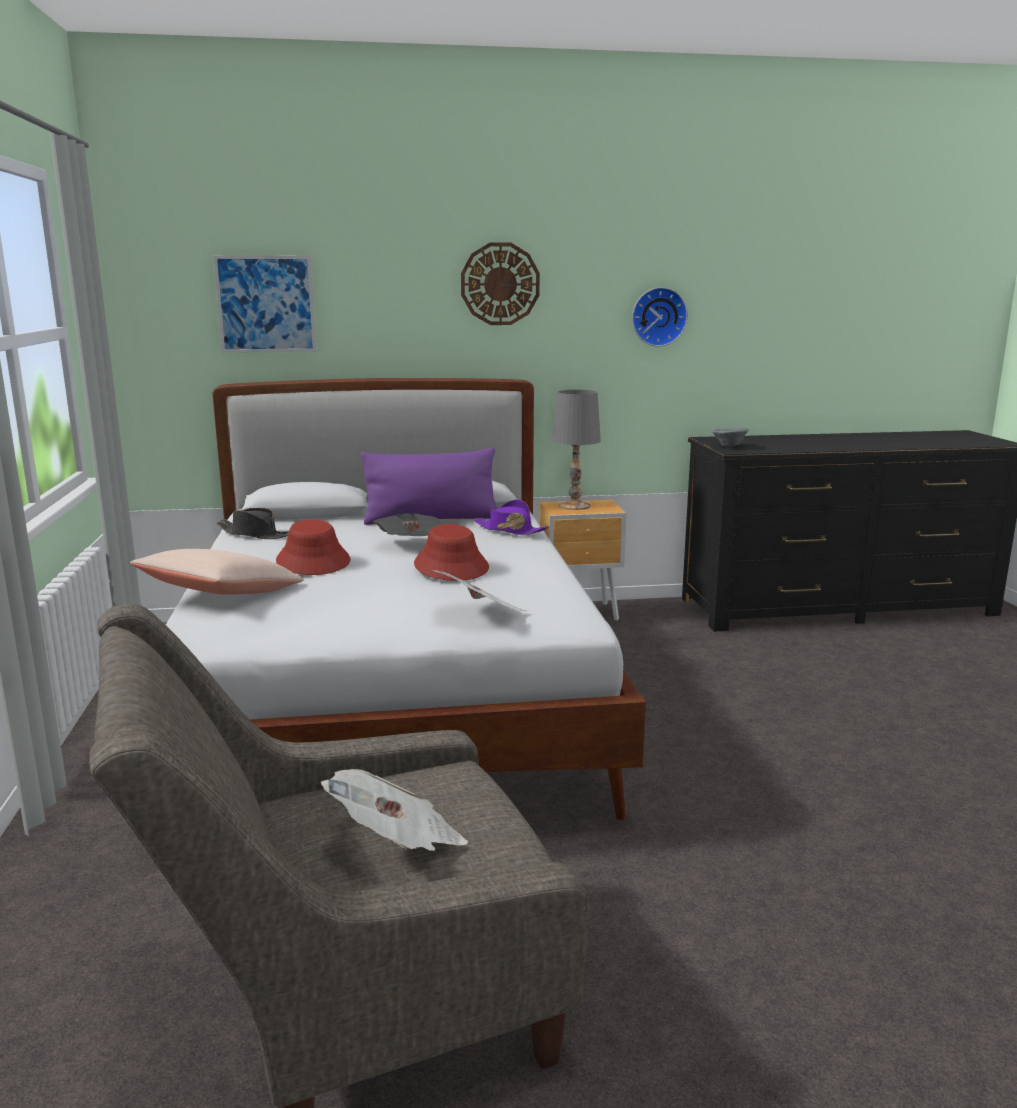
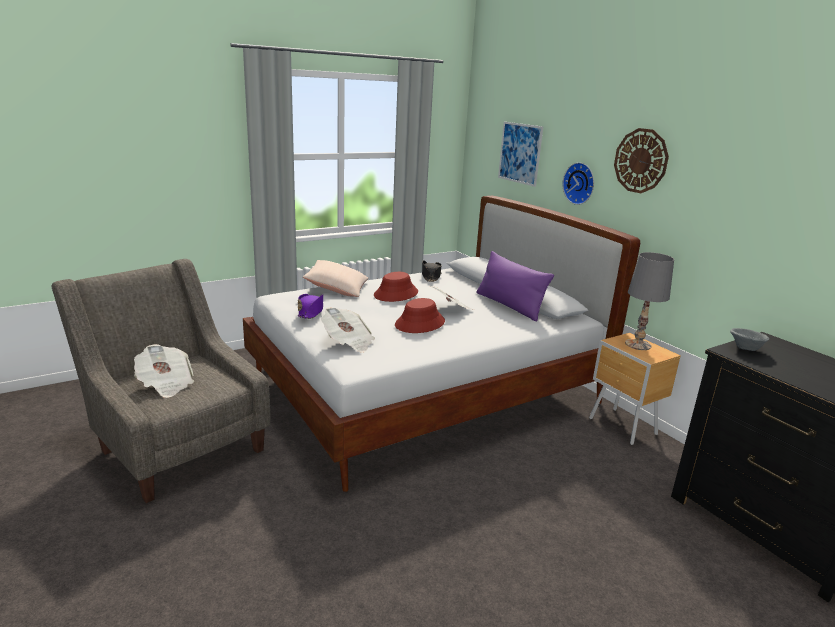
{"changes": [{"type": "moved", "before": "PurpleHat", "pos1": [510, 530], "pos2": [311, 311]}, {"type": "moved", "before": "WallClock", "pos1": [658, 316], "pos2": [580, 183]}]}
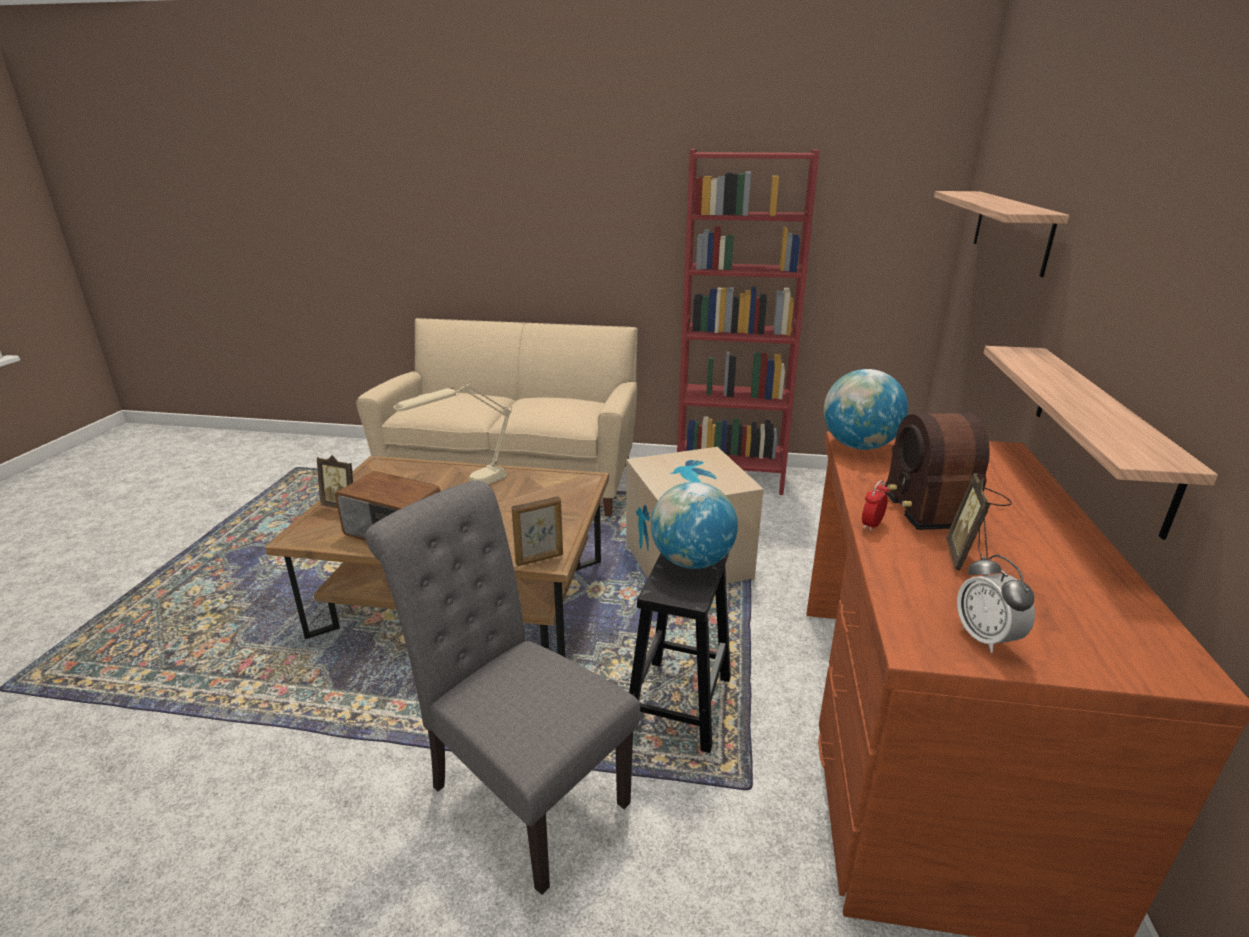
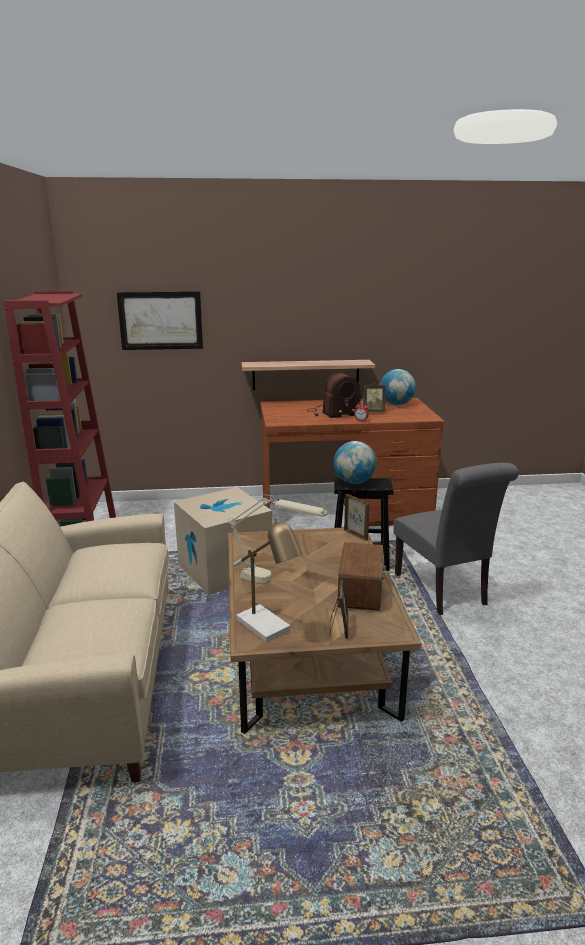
{"changes": [{"type": "turned", "before": "GreyChair", "pos1": [519, 789], "pos2": [443, 592], "turn": -45}, {"type": "moved", "before": "Globe", "pos1": [859, 446], "pos2": [396, 404]}, {"type": "replaced", "before": "Shelf", "after": "Picture", "pos1": [1011, 230], "pos2": [161, 320]}, {"type": "removed", "before": "AlarmClock", "pos1": [985, 638]}, {"type": "added", "after": "TableLamp", "pos2": [268, 628]}]}
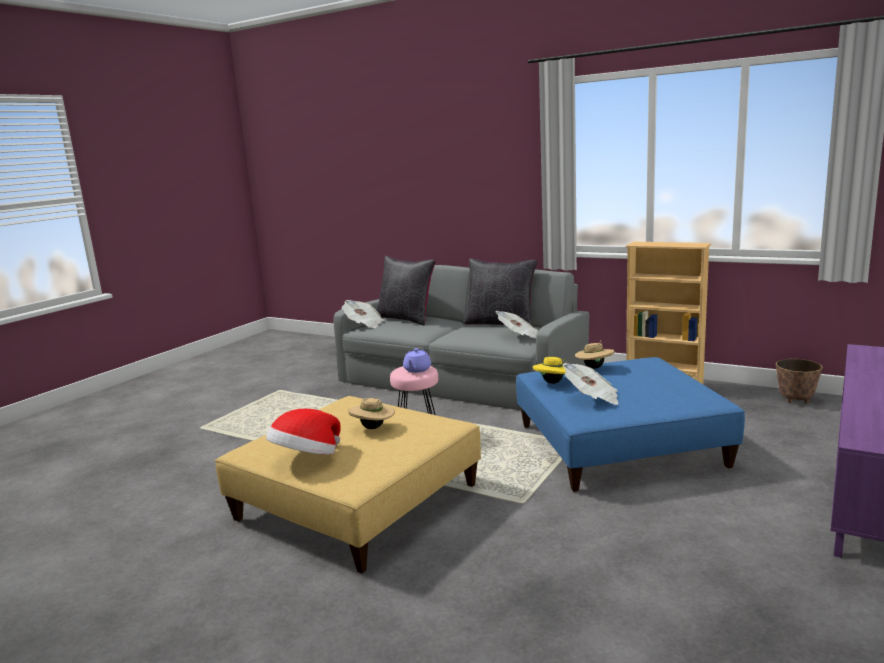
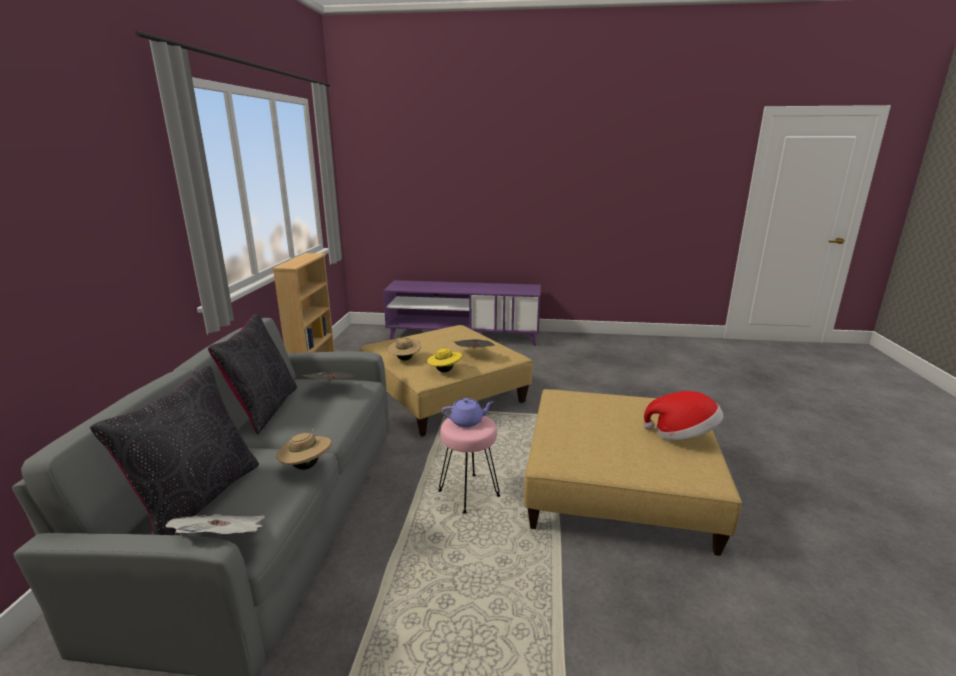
{"changes": [{"type": "moved", "before": "BeigeHat", "pos1": [373, 428], "pos2": [306, 466]}, {"type": "recoloured", "before": "BlueOttoman", "after": "BeigeOttoman", "pos1": [618, 445], "pos2": [444, 394]}, {"type": "removed", "before": "Planter", "pos1": [795, 401]}]}
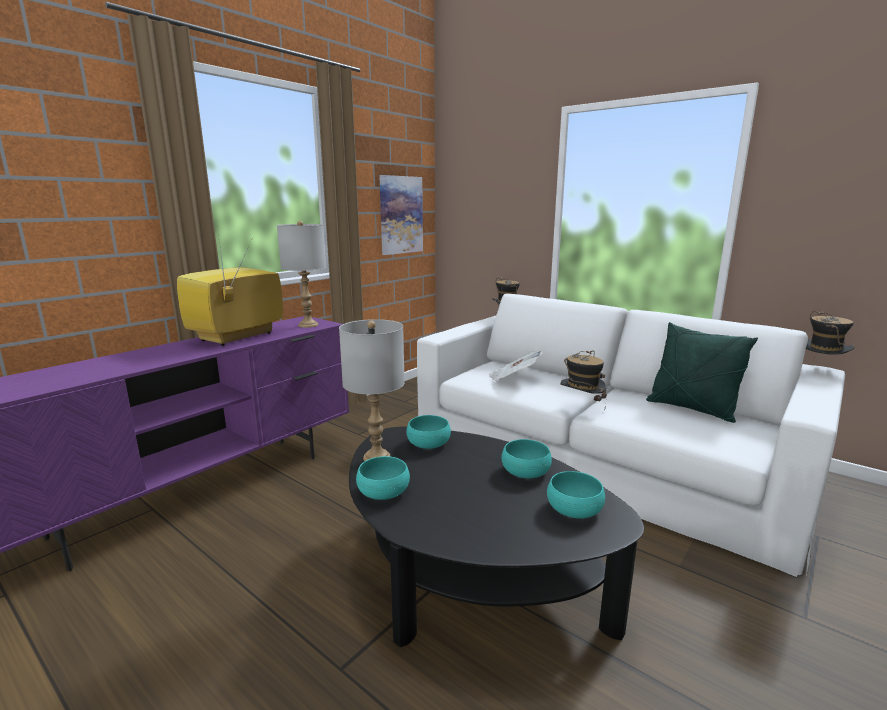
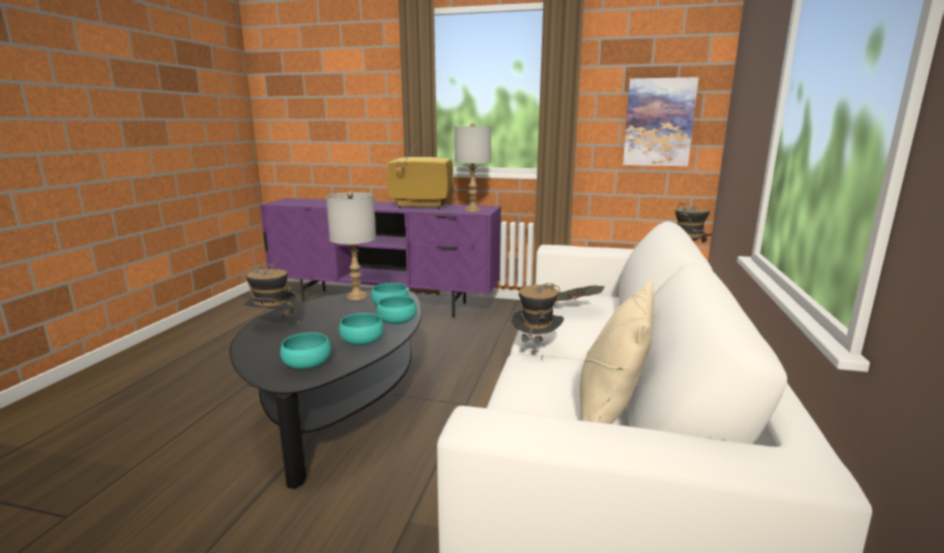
{"changes": [{"type": "moved", "before": "TurquoiseBowl", "pos1": [383, 491], "pos2": [397, 320]}, {"type": "recoloured", "before": "GreenPillow", "after": "BeigePillow", "pos1": [691, 409], "pos2": [610, 411]}, {"type": "moved", "before": "Hat", "pos1": [820, 370], "pos2": [273, 325]}]}
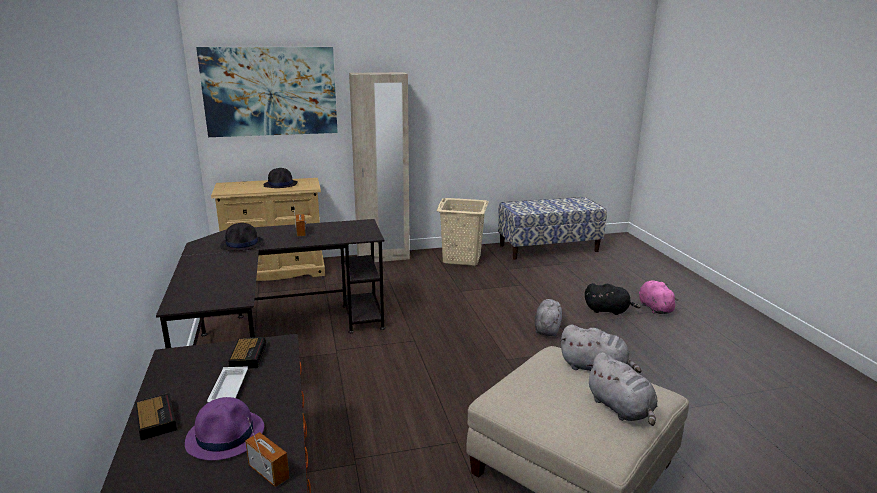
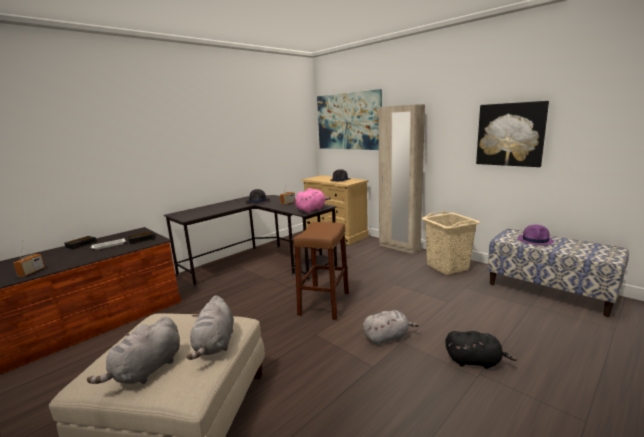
{"changes": [{"type": "moved", "before": "PurpleHat", "pos1": [226, 435], "pos2": [535, 240]}, {"type": "turned", "before": "BlackPlushToy", "pos1": [608, 310], "pos2": [475, 361], "turn": -60}, {"type": "moved", "before": "PinkPlushToy", "pos1": [654, 308], "pos2": [311, 210]}, {"type": "added", "after": "BrownStool", "pos2": [324, 303]}, {"type": "added", "after": "Picture", "pos2": [510, 134]}]}
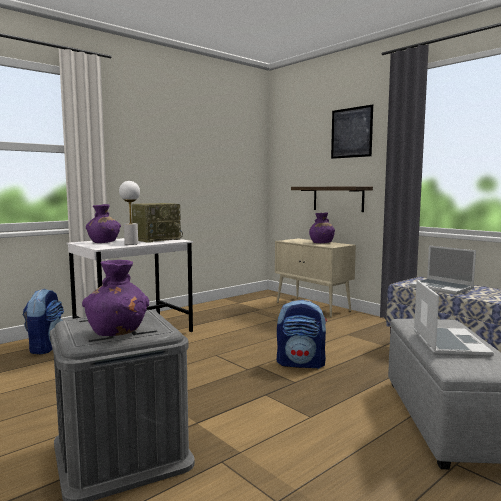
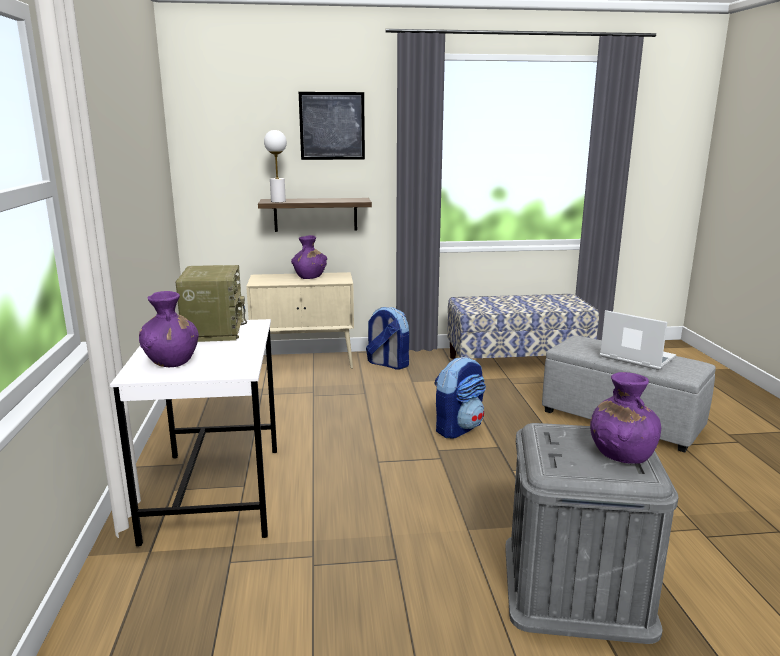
{"changes": [{"type": "moved", "before": "Backpack", "pos1": [45, 347], "pos2": [387, 364]}, {"type": "moved", "before": "WhiteTableLamp", "pos1": [131, 244], "pos2": [278, 201]}, {"type": "removed", "before": "Laptop", "pos1": [442, 288]}]}
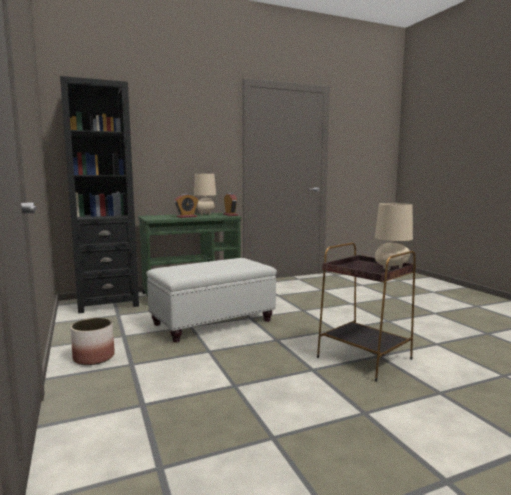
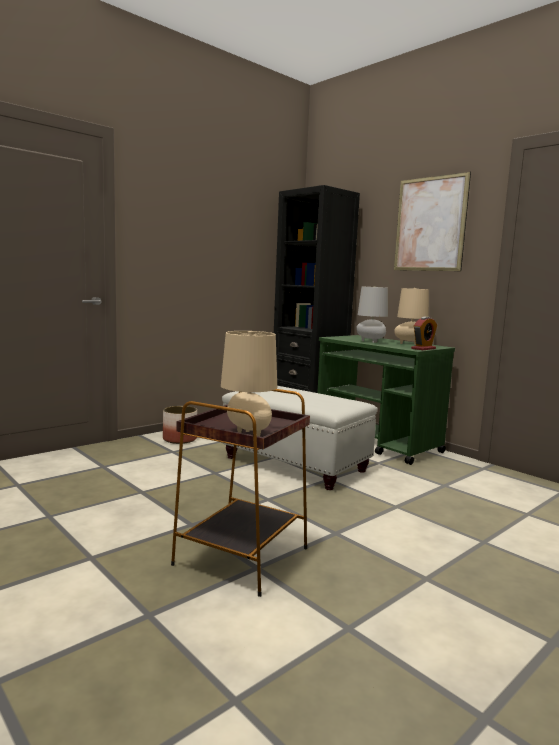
{"changes": [{"type": "replaced", "before": "AlarmClock", "after": "GreyTableLamp", "pos1": [187, 217], "pos2": [370, 342]}, {"type": "added", "after": "Picture", "pos2": [430, 224]}]}
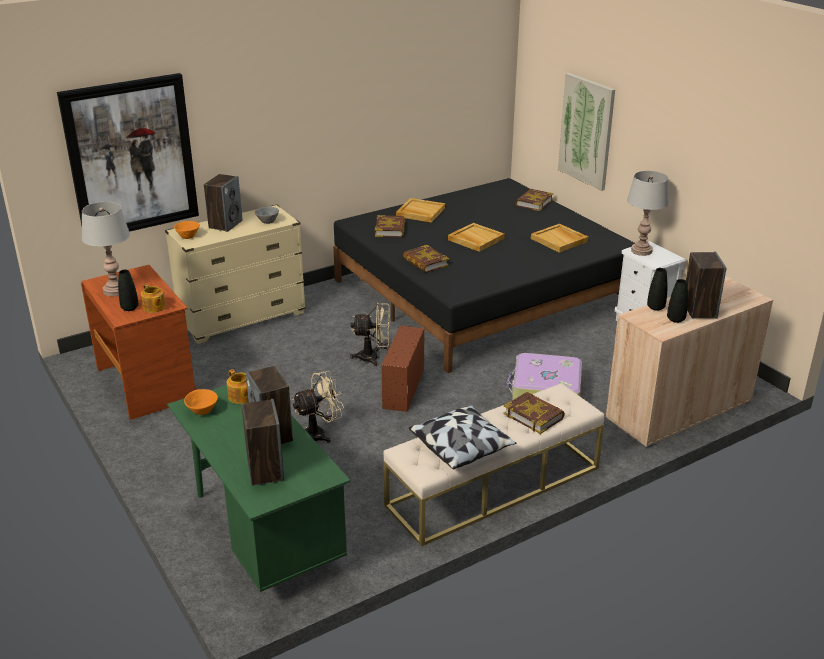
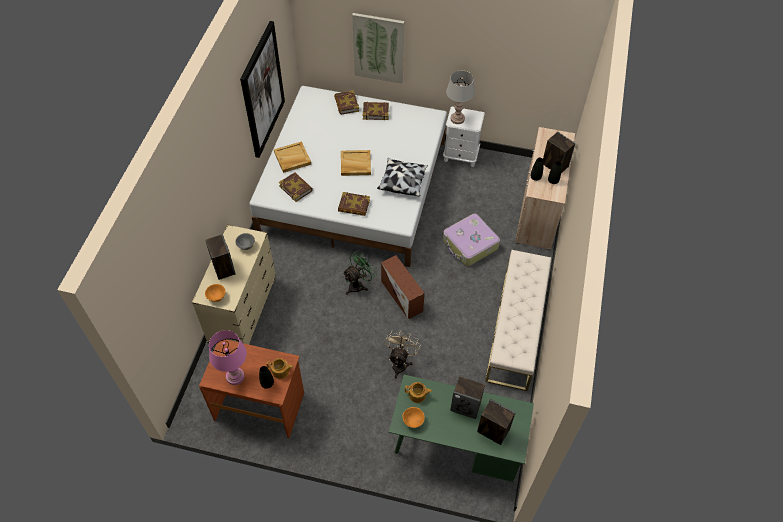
{"changes": [{"type": "moved", "before": "Picture", "pos1": [131, 157], "pos2": [262, 90]}, {"type": "recoloured", "before": "GreyTableLamp", "after": "PinkTableLamp", "pos1": [115, 291], "pos2": [235, 376]}, {"type": "recoloured", "before": "BlackBed", "after": "WhiteBed", "pos1": [481, 294], "pos2": [354, 187]}, {"type": "recoloured", "before": "BeigeFan", "after": "GreenFan", "pos1": [374, 357], "pos2": [358, 284]}, {"type": "moved", "before": "Pillow", "pos1": [462, 447], "pos2": [402, 182]}, {"type": "moved", "before": "Book", "pos1": [533, 416], "pos2": [375, 112]}, {"type": "removed", "before": "BeigeTray", "pos1": [559, 240]}]}
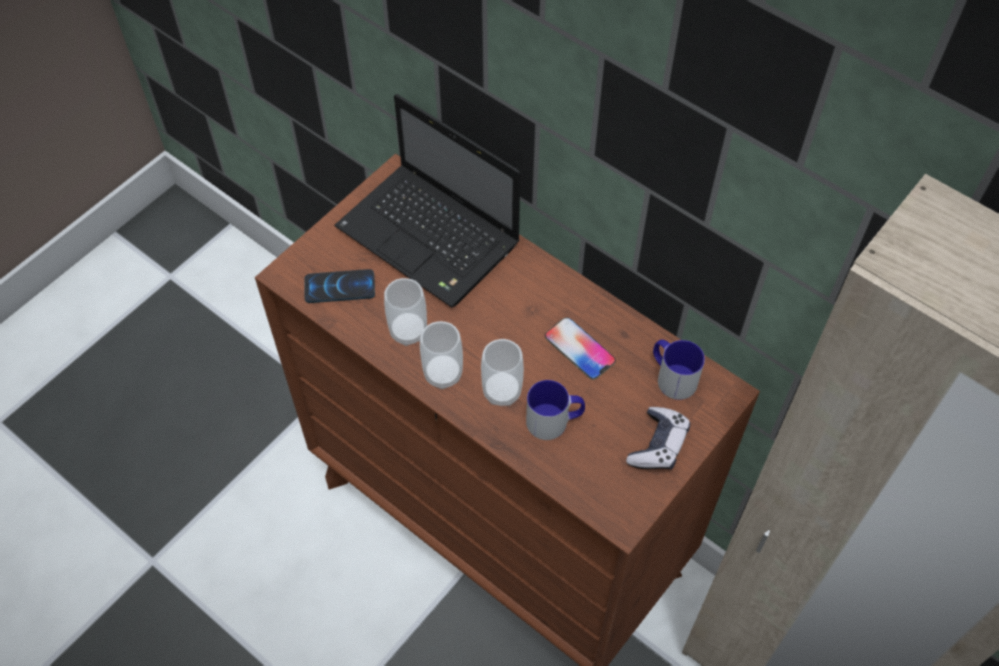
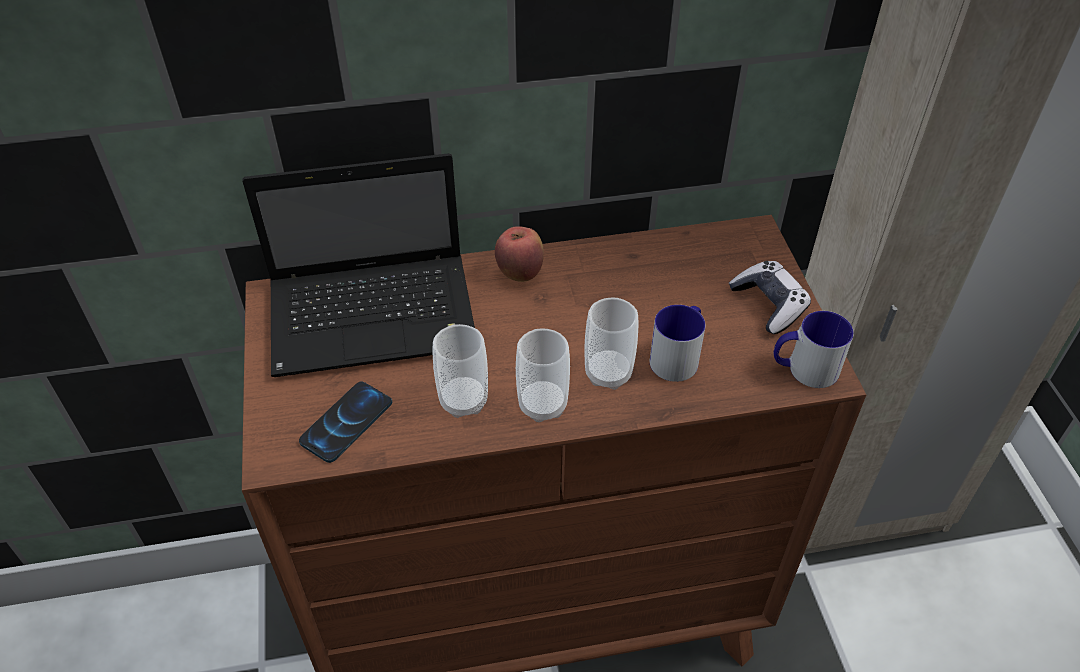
{"changes": [{"type": "removed", "before": "Phone", "pos1": [579, 349]}, {"type": "moved", "before": "Mug", "pos1": [671, 376], "pos2": [804, 369]}, {"type": "added", "after": "Apple", "pos2": [520, 273]}]}
